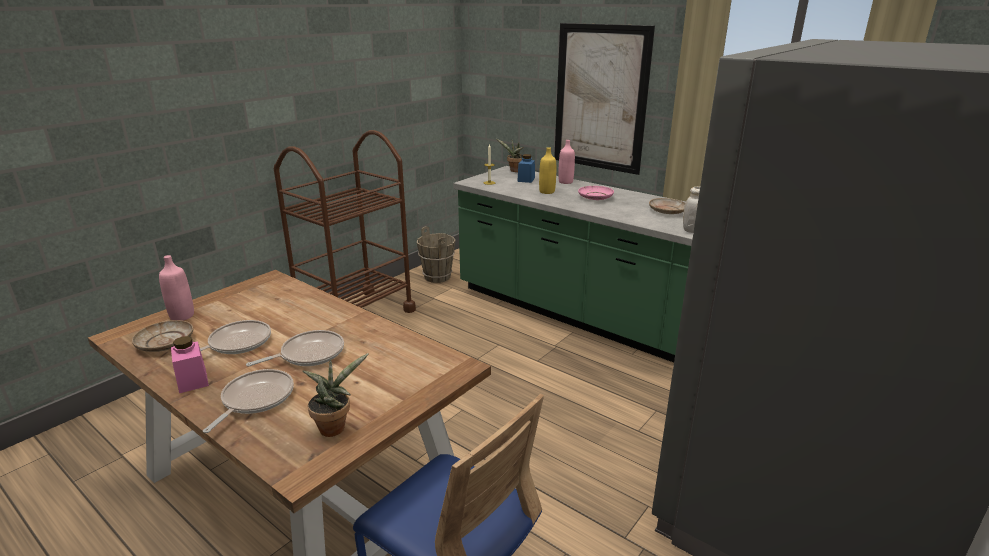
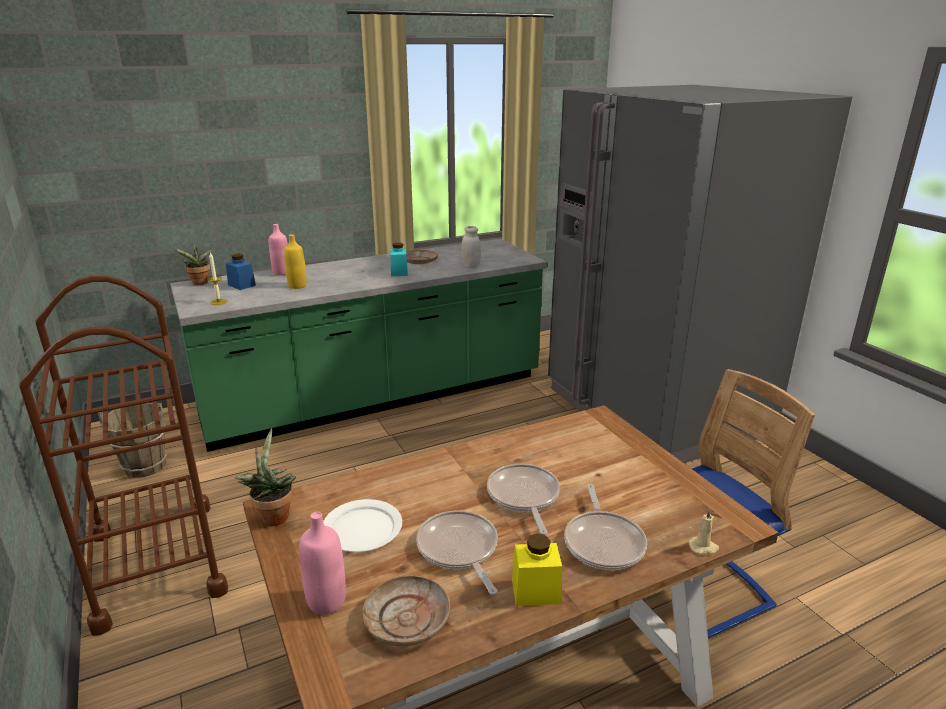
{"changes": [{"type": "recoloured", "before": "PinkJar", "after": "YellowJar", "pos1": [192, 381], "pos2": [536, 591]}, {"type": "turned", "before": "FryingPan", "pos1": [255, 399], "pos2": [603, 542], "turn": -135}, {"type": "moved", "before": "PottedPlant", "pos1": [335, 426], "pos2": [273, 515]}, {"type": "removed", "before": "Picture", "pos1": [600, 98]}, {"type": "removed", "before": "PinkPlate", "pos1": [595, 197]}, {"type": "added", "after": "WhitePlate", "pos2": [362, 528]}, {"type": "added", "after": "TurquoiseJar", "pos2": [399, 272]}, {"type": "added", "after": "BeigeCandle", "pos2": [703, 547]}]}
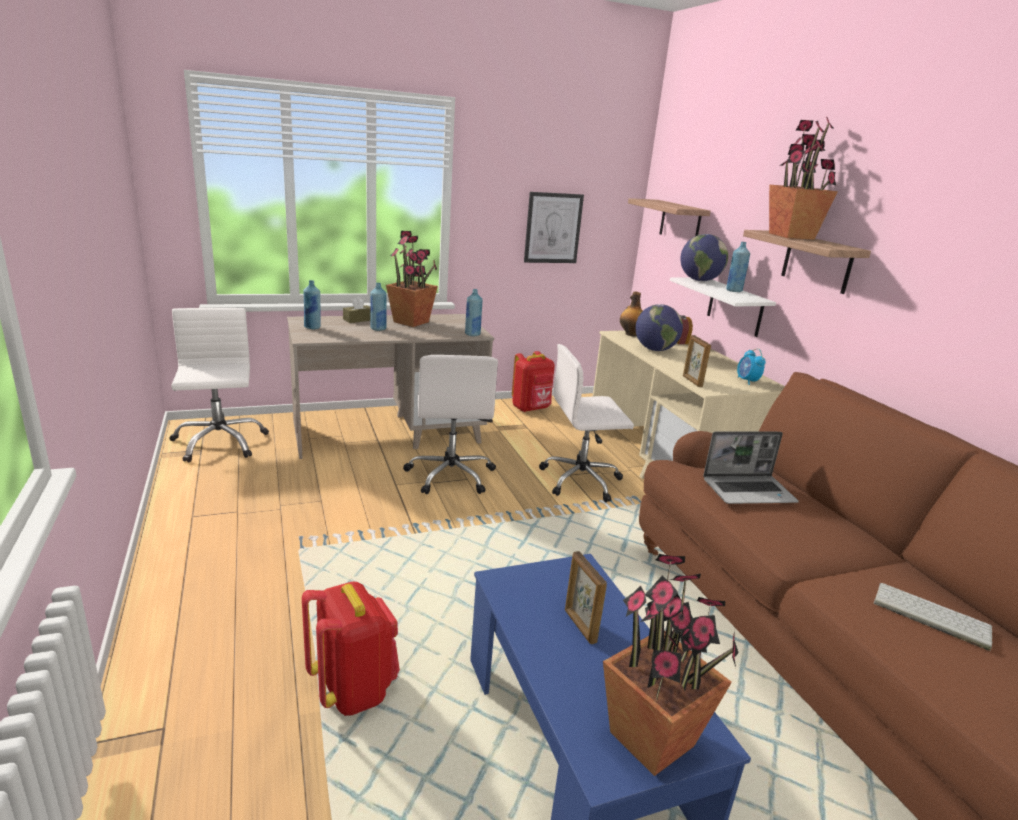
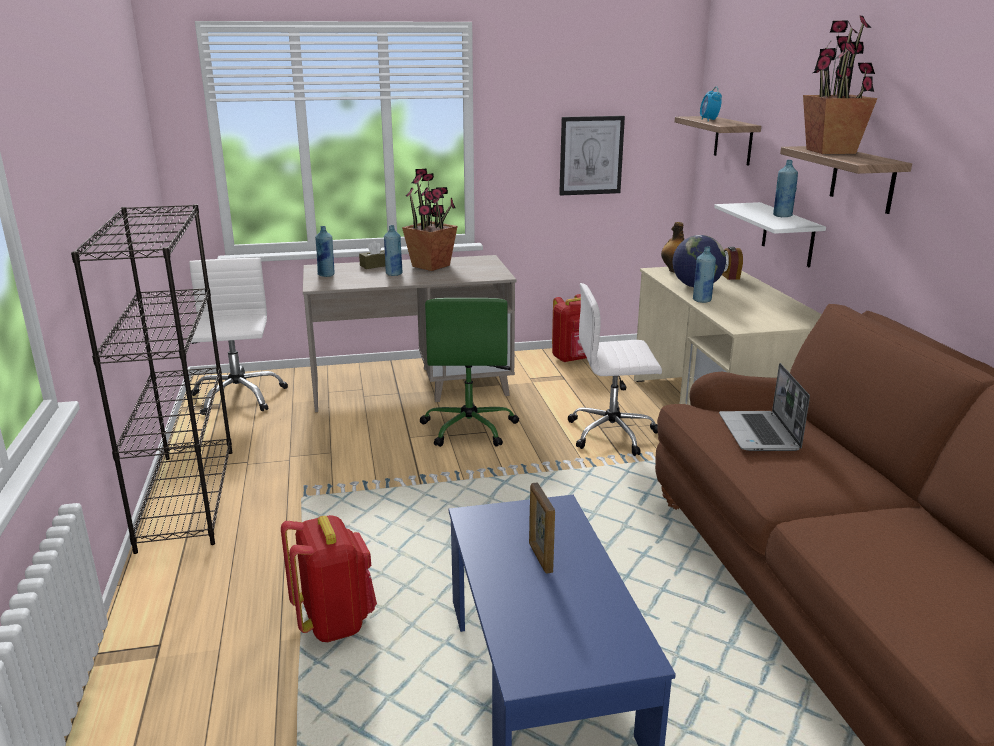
{"changes": [{"type": "recoloured", "before": "WhiteOfficeChair", "after": "GreenOfficeChair", "pos1": [451, 475], "pos2": [469, 428]}, {"type": "moved", "before": "BlueBottle", "pos1": [472, 334], "pos2": [702, 300]}, {"type": "removed", "before": "PottedPlant", "pos1": [653, 740]}, {"type": "removed", "before": "Globe", "pos1": [699, 280]}, {"type": "removed", "before": "PictureFrame", "pos1": [692, 381]}, {"type": "turned", "before": "Laptop", "pos1": [749, 491], "pos2": [760, 433], "turn": 90}, {"type": "moved", "before": "AlarmClock", "pos1": [747, 381], "pos2": [709, 120]}, {"type": "removed", "before": "Keyboard", "pos1": [929, 615]}, {"type": "added", "after": "BlackBookcase", "pos2": [187, 497]}]}
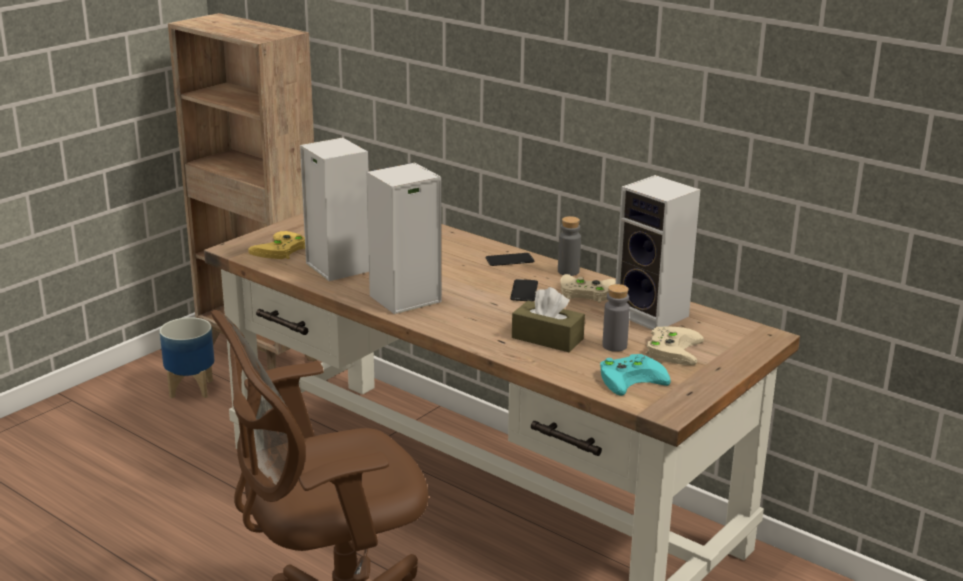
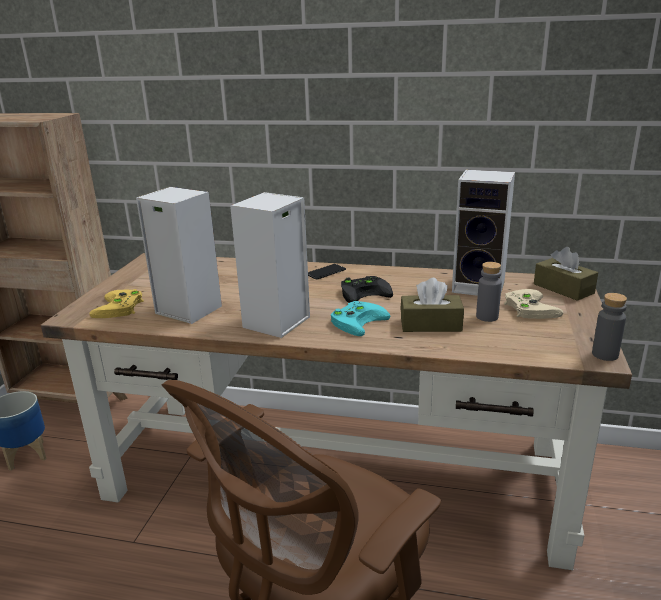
{"changes": [{"type": "replaced", "before": "Phone", "after": "BlackGameController", "pos1": [524, 291], "pos2": [365, 292]}, {"type": "moved", "before": "GreyBottle", "pos1": [568, 271], "pos2": [605, 354]}, {"type": "removed", "before": "BeigeGameController", "pos1": [584, 292]}, {"type": "moved", "before": "TurquoiseGameController", "pos1": [632, 377], "pos2": [358, 320]}, {"type": "added", "after": "BrownTissueBox", "pos2": [563, 288]}]}
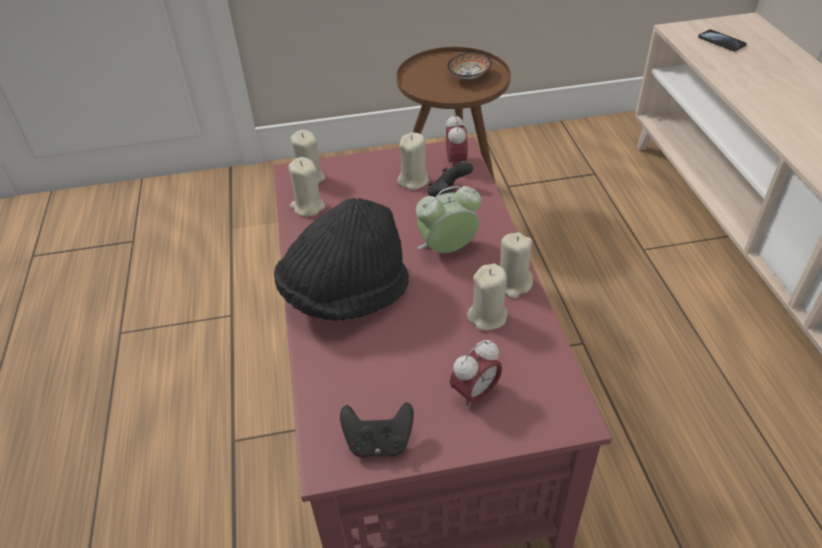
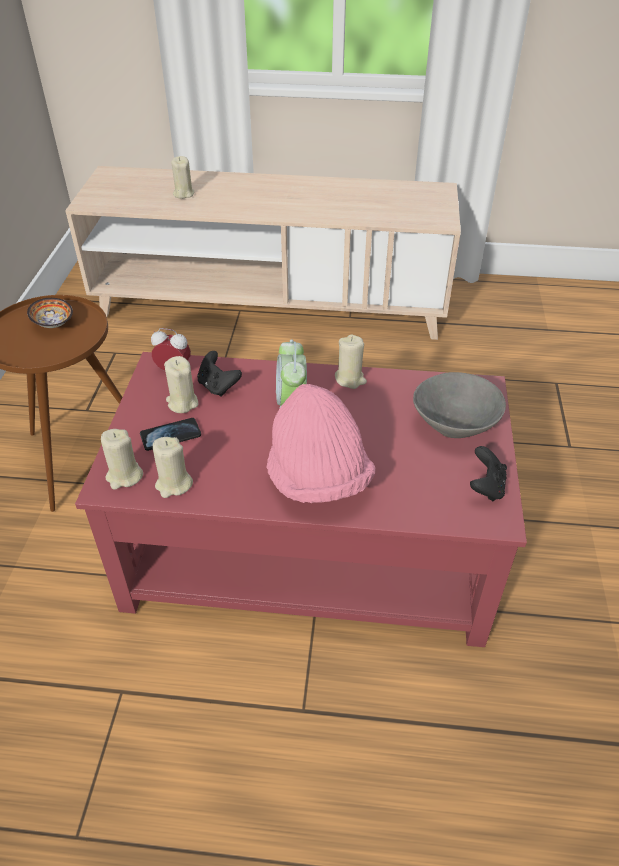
{"changes": [{"type": "recoloured", "before": "BlackHat", "after": "PinkHat", "pos1": [345, 294], "pos2": [317, 478]}, {"type": "replaced", "before": "AlarmClock", "after": "GreyBowl", "pos1": [475, 394], "pos2": [453, 426]}, {"type": "moved", "before": "BeigeCandle", "pos1": [488, 316], "pos2": [183, 194]}, {"type": "moved", "before": "Phone", "pos1": [721, 42], "pos2": [170, 435]}]}
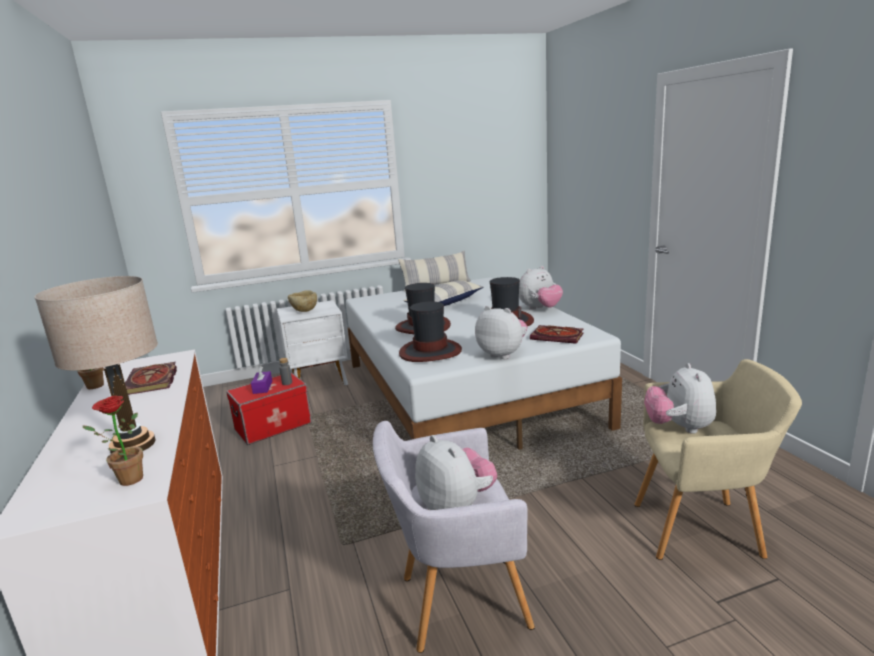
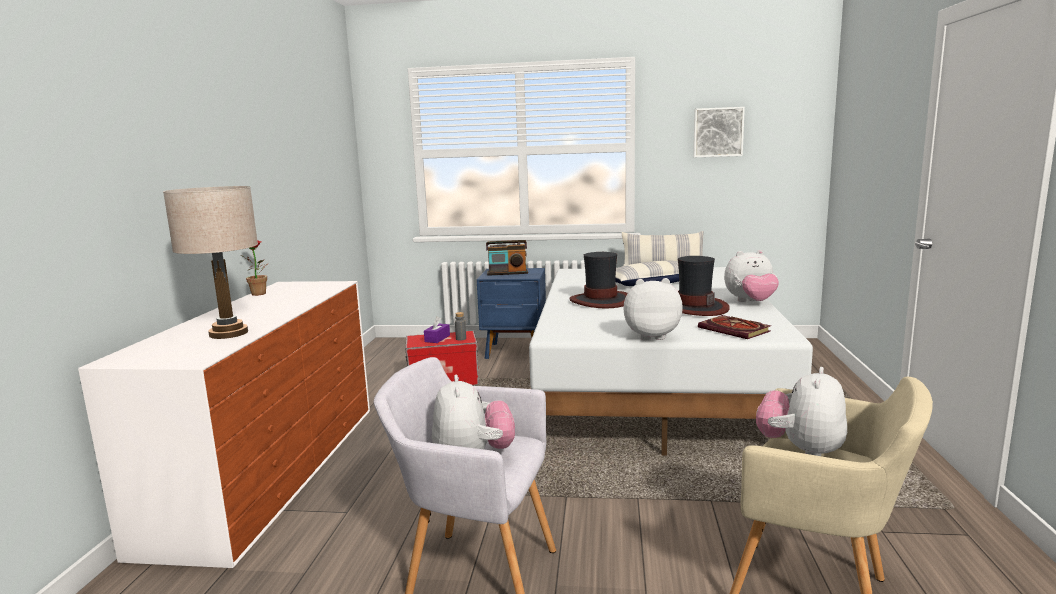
{"changes": [{"type": "removed", "before": "PottedPlant", "pos1": [125, 480]}, {"type": "removed", "before": "Book", "pos1": [152, 381]}, {"type": "recoloured", "before": "WhiteNightstand", "after": "BlueNightstand", "pos1": [319, 381], "pos2": [516, 351]}, {"type": "replaced", "before": "BeigeBowl", "after": "Radio", "pos1": [304, 311], "pos2": [507, 273]}, {"type": "removed", "before": "Hat", "pos1": [430, 352]}, {"type": "turned", "before": "PlushToy", "pos1": [502, 354], "pos2": [650, 336], "turn": -60}, {"type": "added", "after": "Picture", "pos2": [718, 132]}]}
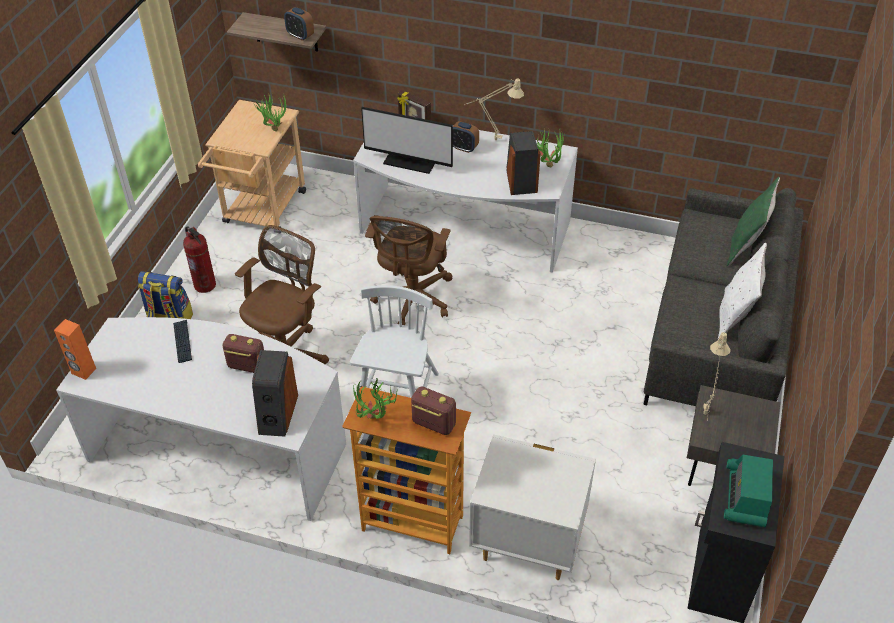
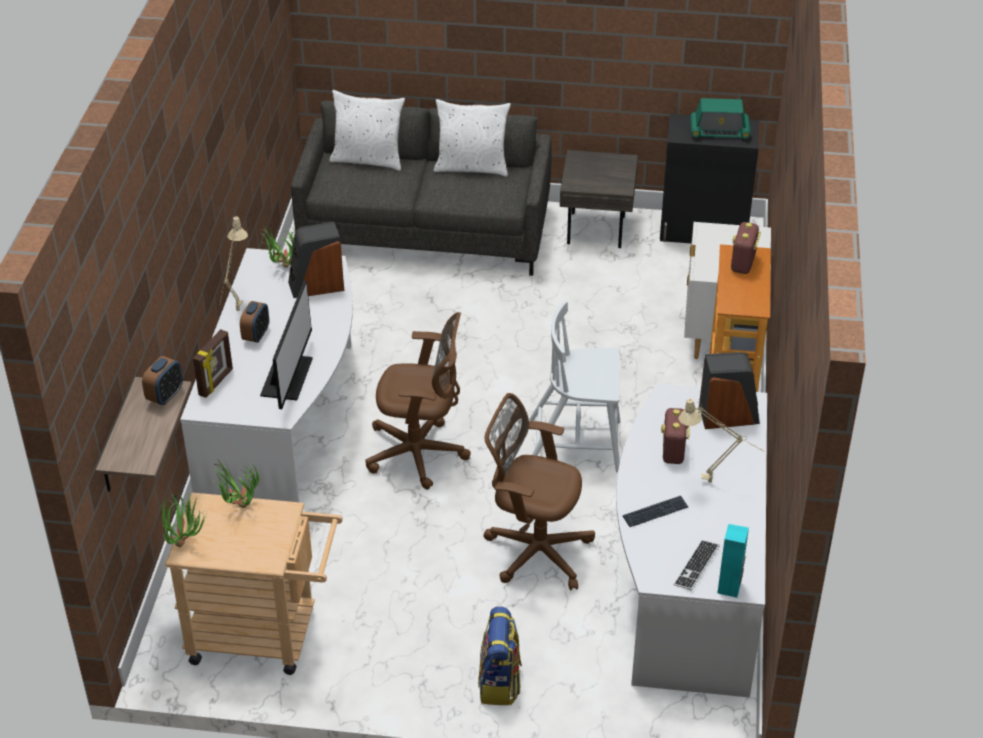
{"changes": [{"type": "recoloured", "before": "OrangeSpeaker", "after": "TurquoiseSpeaker", "pos1": [83, 371], "pos2": [729, 587]}, {"type": "removed", "before": "FireExtinguisher", "pos1": [205, 285]}, {"type": "moved", "before": "PottedPlant", "pos1": [375, 420], "pos2": [185, 541]}, {"type": "moved", "before": "BeigeTableLamp", "pos1": [704, 418], "pos2": [715, 483]}, {"type": "recoloured", "before": "GreenPillow", "after": "WhitePillow", "pos1": [746, 246], "pos2": [368, 159]}, {"type": "added", "after": "Keyboard", "pos2": [696, 566]}]}
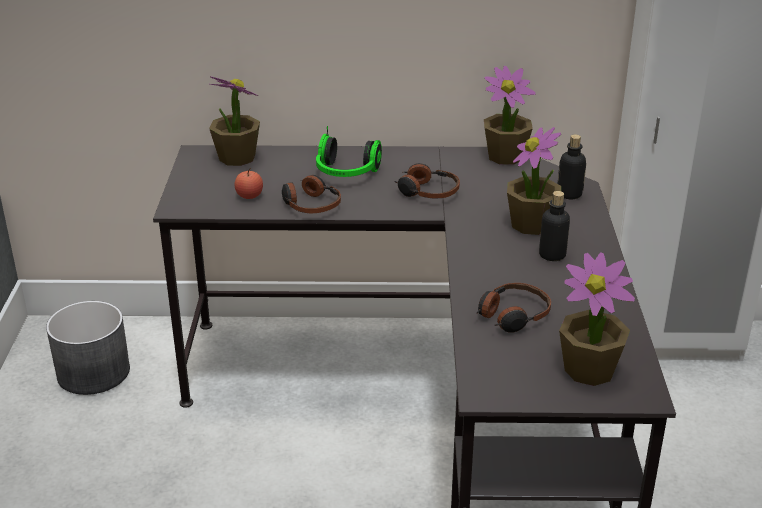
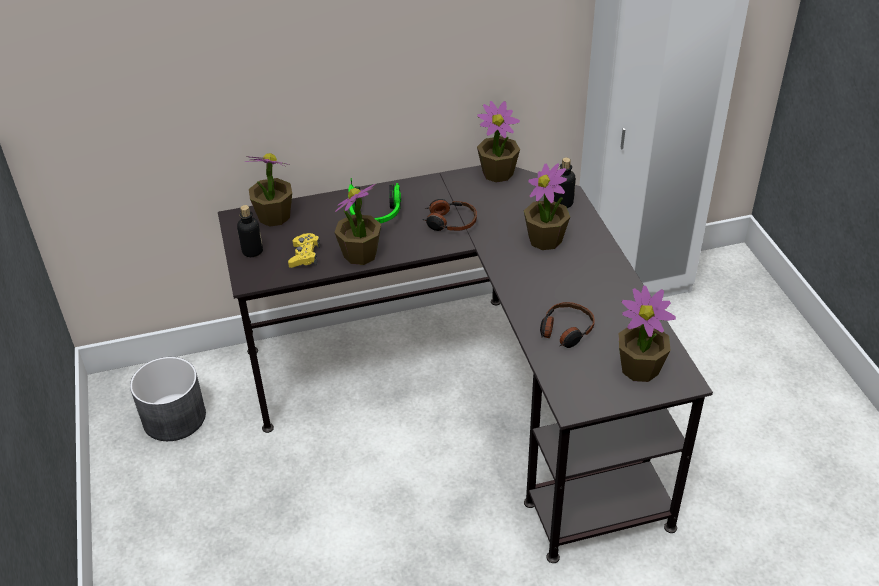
{"changes": [{"type": "replaced", "before": "Apple", "after": "YellowGameController", "pos1": [249, 196], "pos2": [304, 255]}, {"type": "replaced", "before": "Headphones", "after": "PottedPlant", "pos1": [310, 204], "pos2": [360, 254]}, {"type": "moved", "before": "Bottle", "pos1": [552, 255], "pos2": [252, 251]}]}
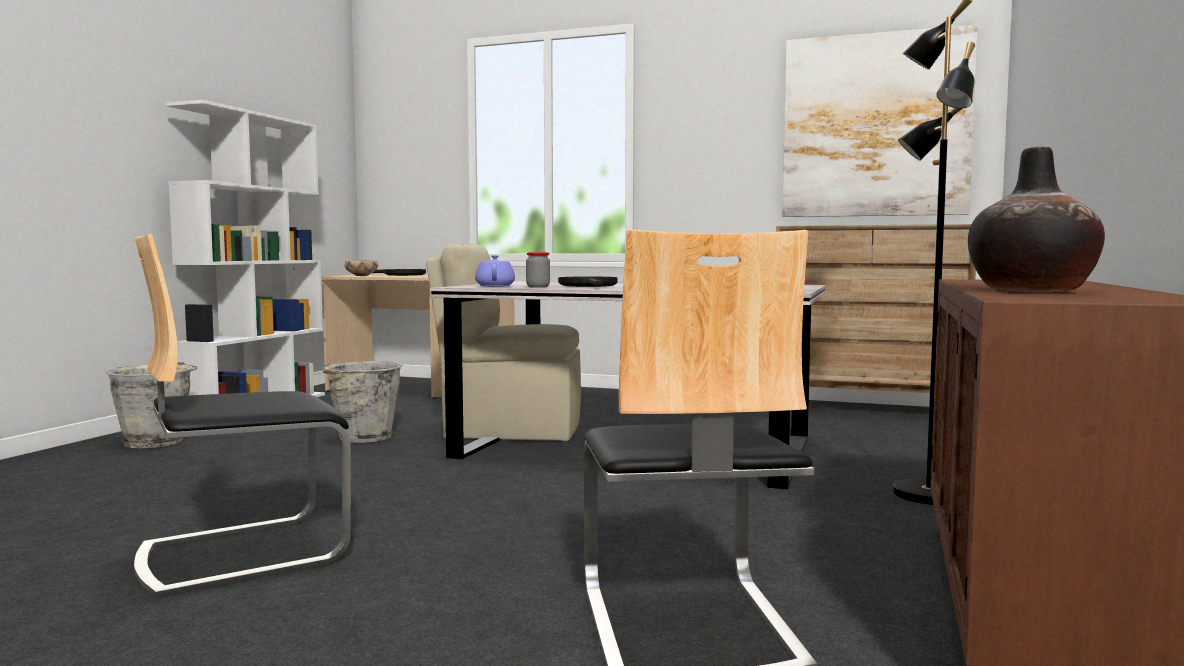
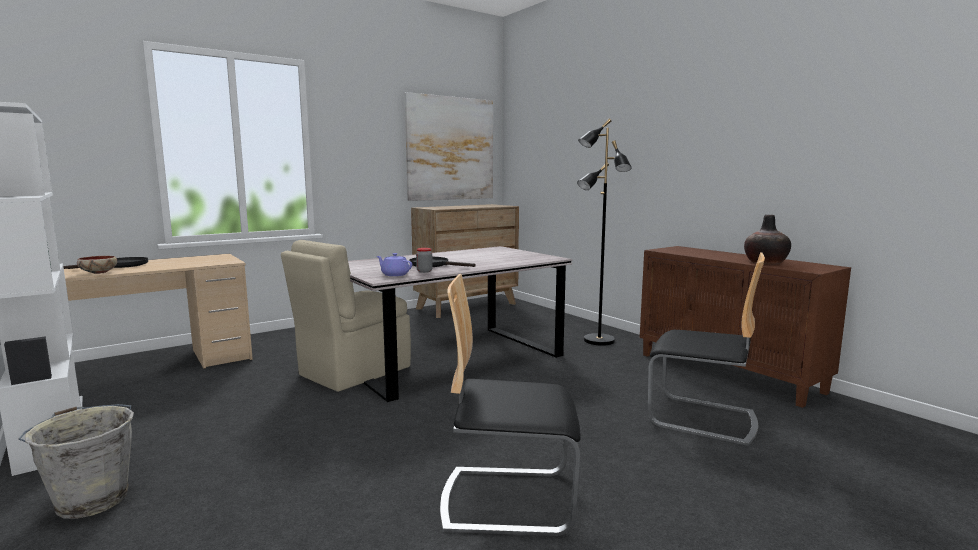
{"changes": [{"type": "turned", "before": "Chair", "pos1": [242, 552], "pos2": [508, 499], "turn": 90}, {"type": "removed", "before": "GreyBucket", "pos1": [363, 437]}]}
